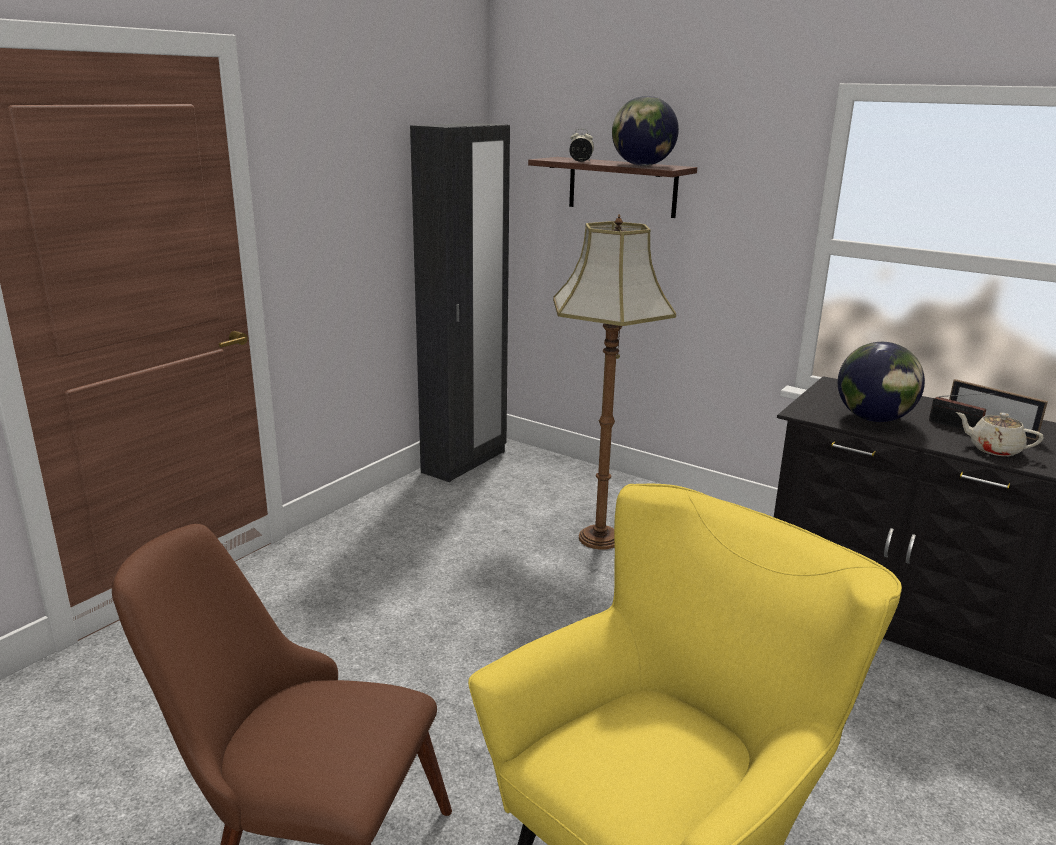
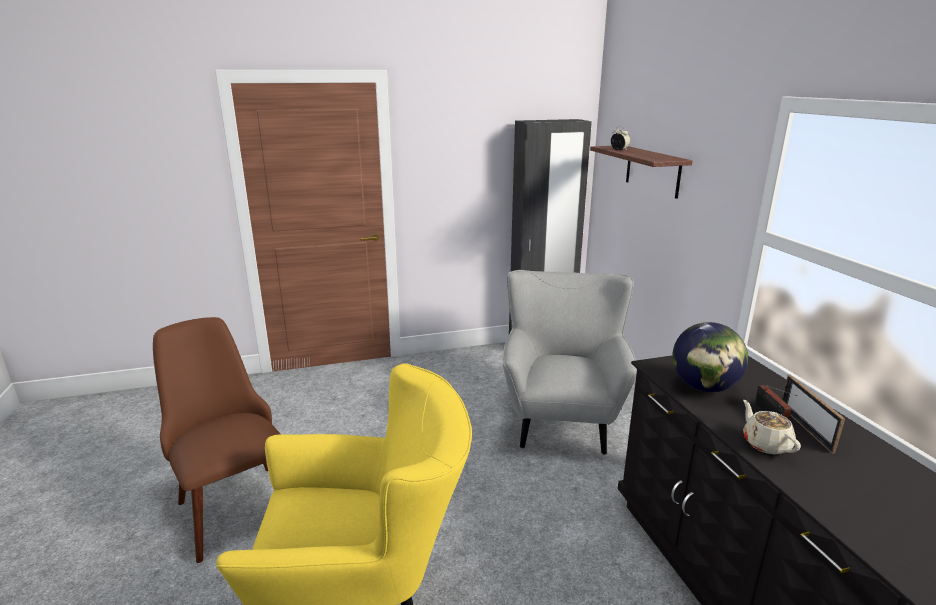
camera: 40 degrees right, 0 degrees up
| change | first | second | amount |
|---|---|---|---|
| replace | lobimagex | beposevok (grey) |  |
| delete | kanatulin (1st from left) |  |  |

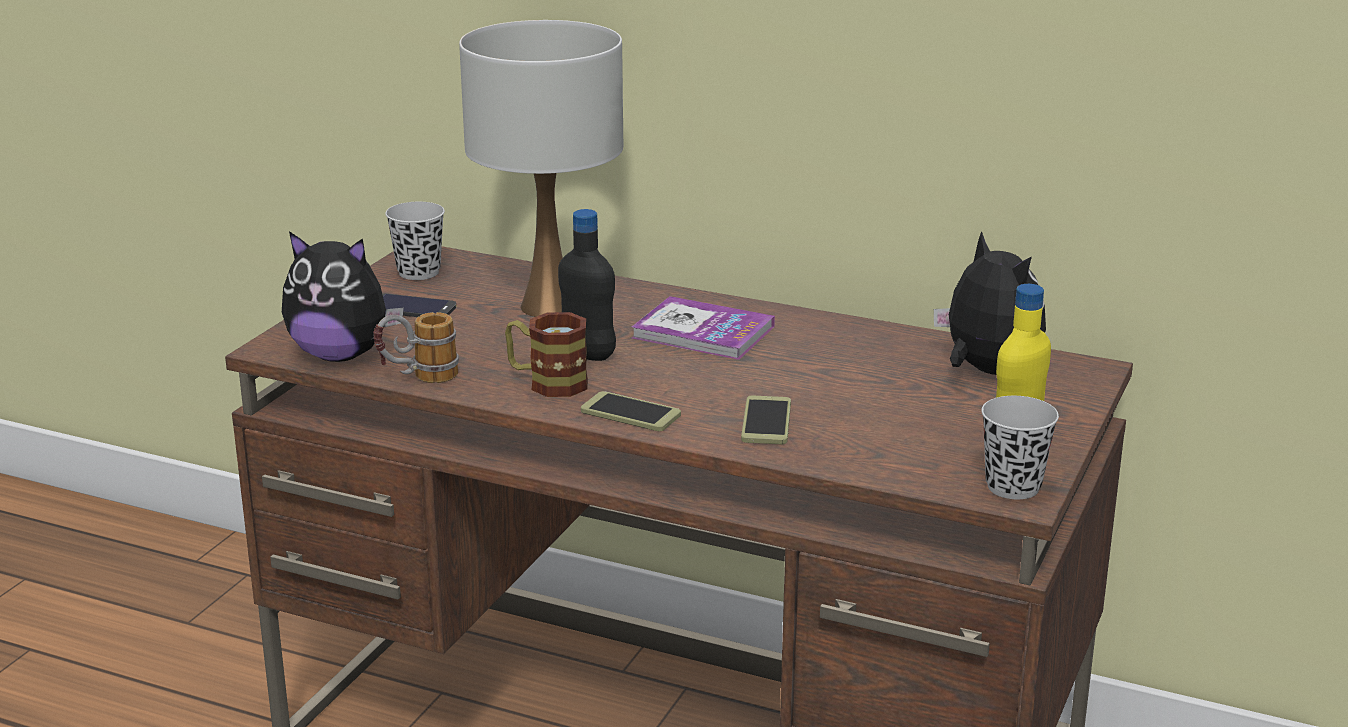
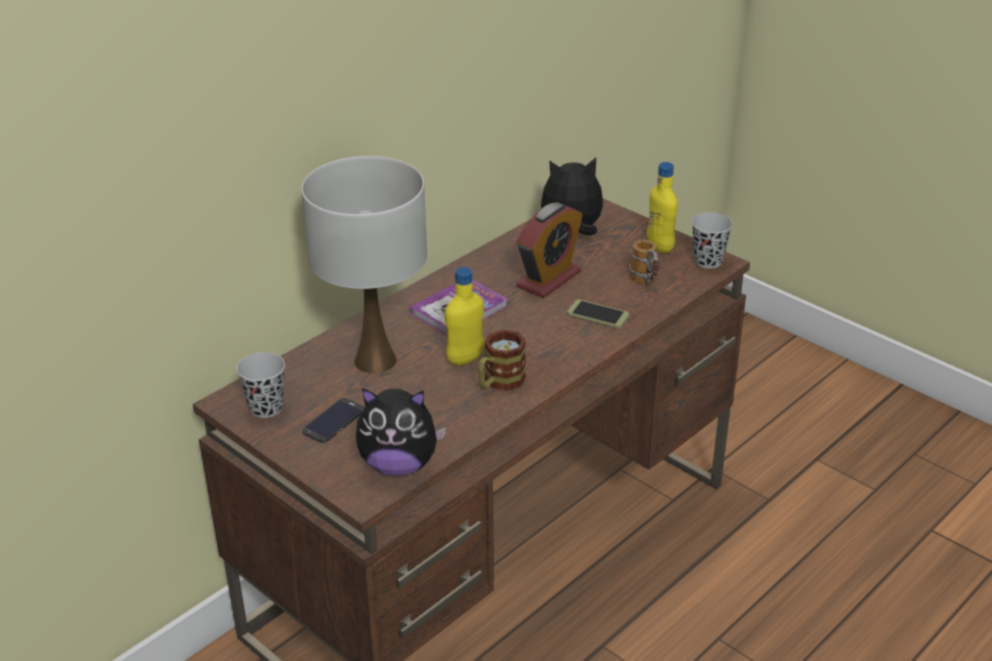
camera: 70 degrees left, 10 degrees up
| change | first | second | amount |
|---|---|---|---|
| rotate | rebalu (1st from left) |  | 60 degrees clockwise |
| recolor | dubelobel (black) | dubelobel (yellow) (1st from left) |  |
| insert |  | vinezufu |  |
| move | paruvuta (1st from left in the first image) | paruvuta (2nd from left) |  |
| delete | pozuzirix (2nd from left) |  |  |

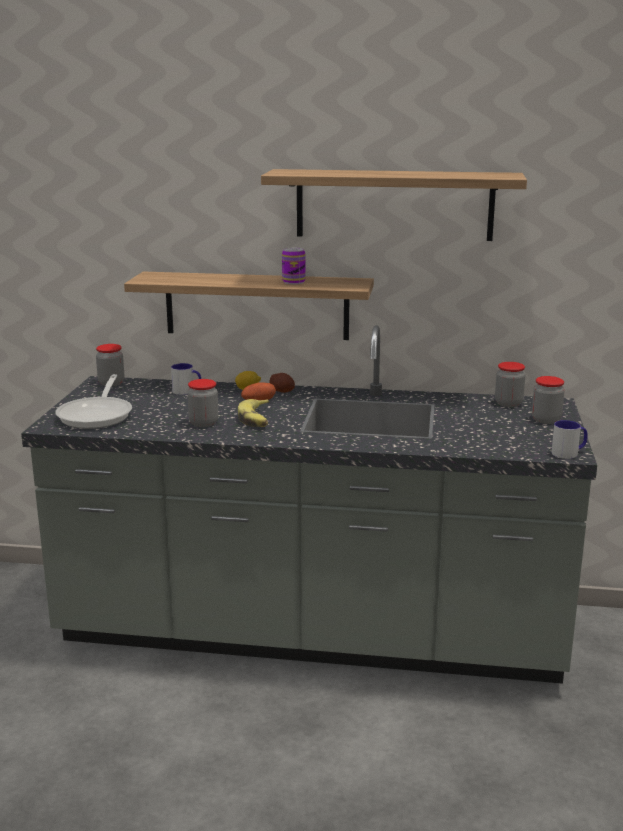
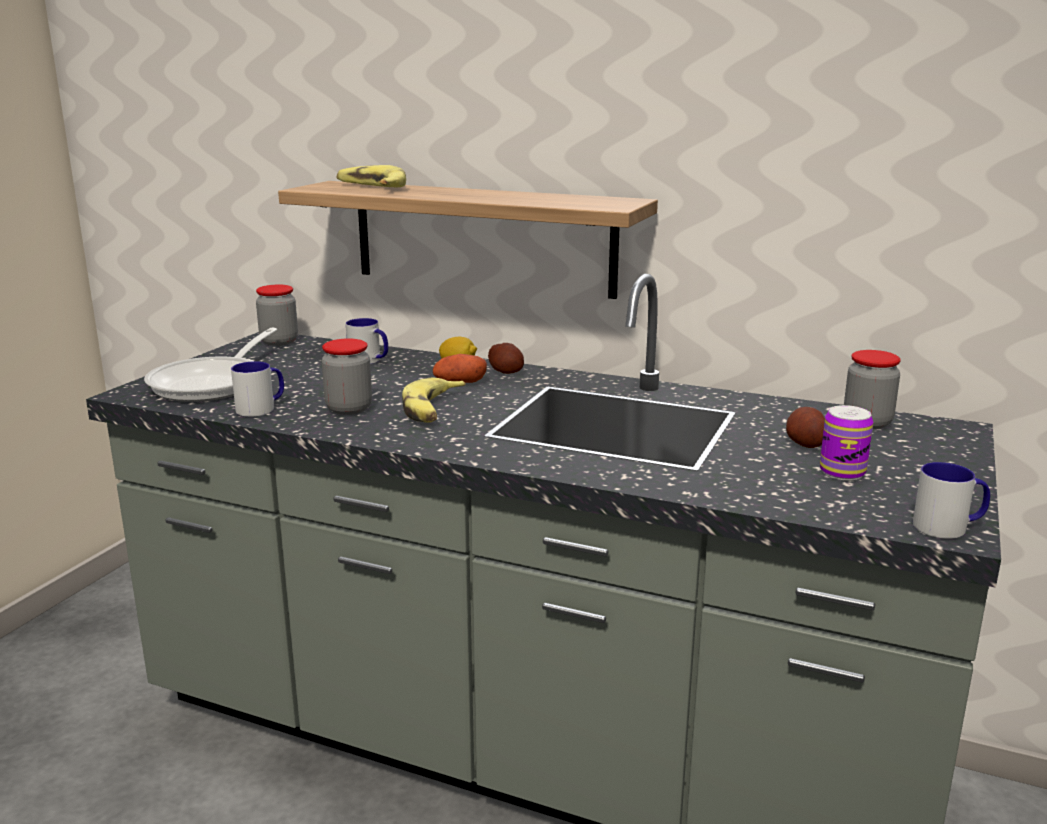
camera: 15 degrees right, 0 degrees up
| change | first | second | amount |
|---|---|---|---|
| insert |  | paruvuta (1st from left) |  |
| insert |  | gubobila (1st from left) |  |
| insert |  | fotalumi (3rd from left) |  |
| move | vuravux |  |  |
| delete | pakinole (2nd from left) |  |  |
| delete | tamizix (4th from left) |  |  |

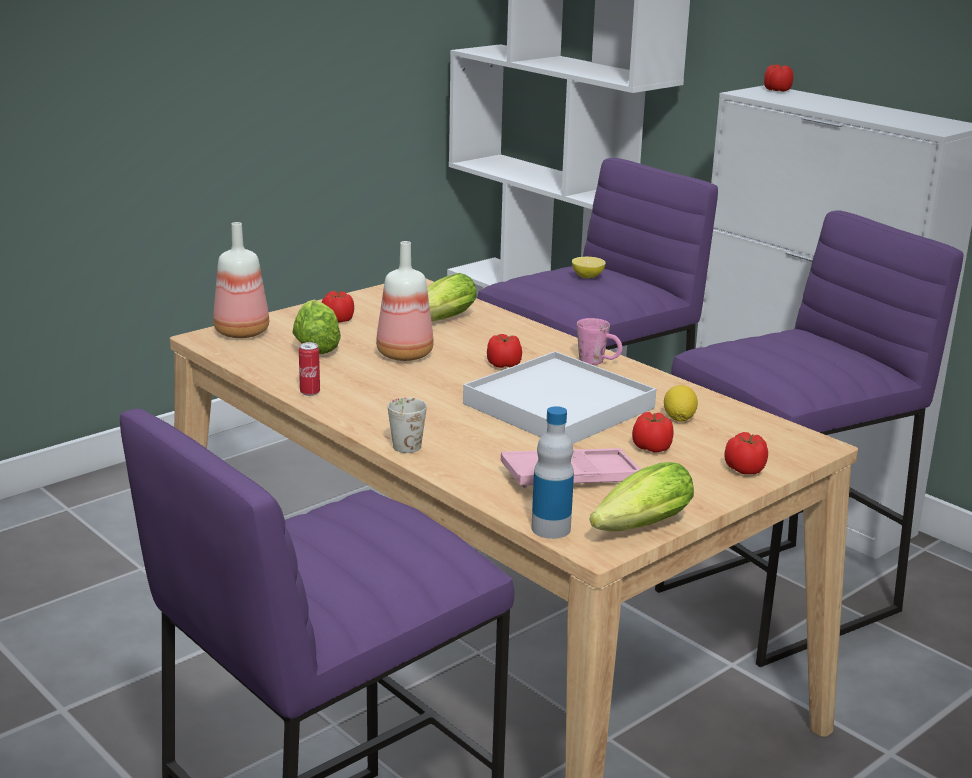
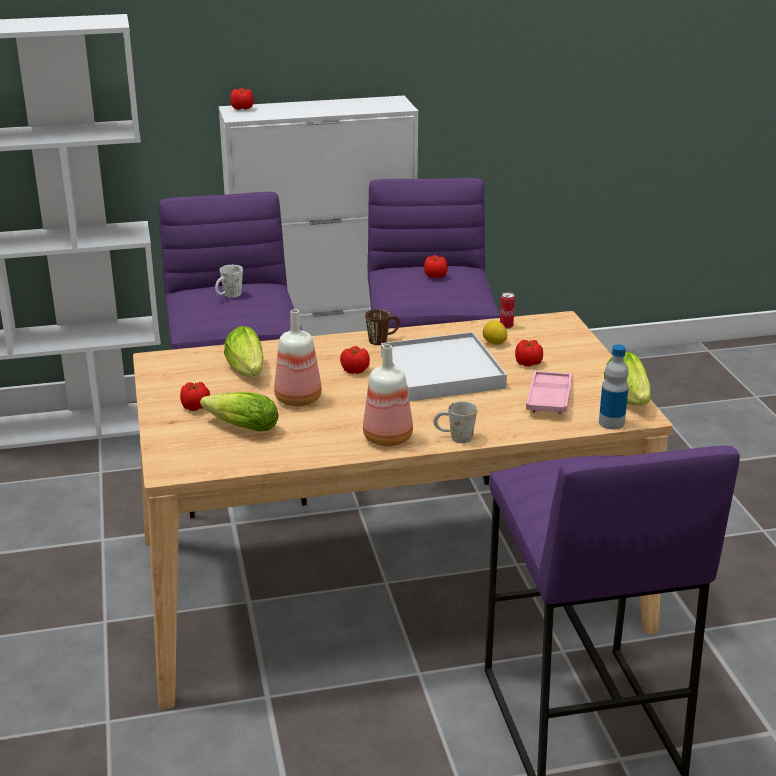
camera: 60 degrees left, 5 degrees up
| change | first | second | amount |
|---|---|---|---|
| replace | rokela (1st from left) | paruvuta (white) (1st from left) |  |
| move | dubelobel (1st from left in the first image) | dubelobel (2nd from left) |  |
| recolor | paruvuta (pink) | paruvuta (brown) |  |
| move | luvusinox (4th from left) |  |  |
| move | vuravux |  |  |

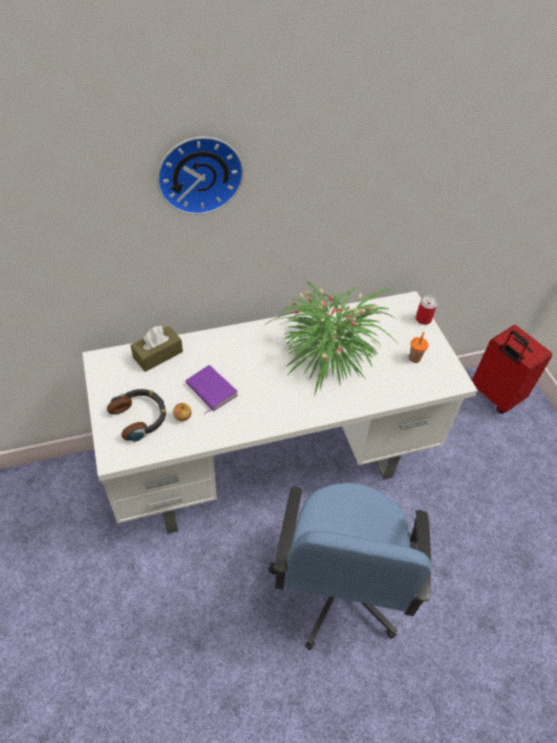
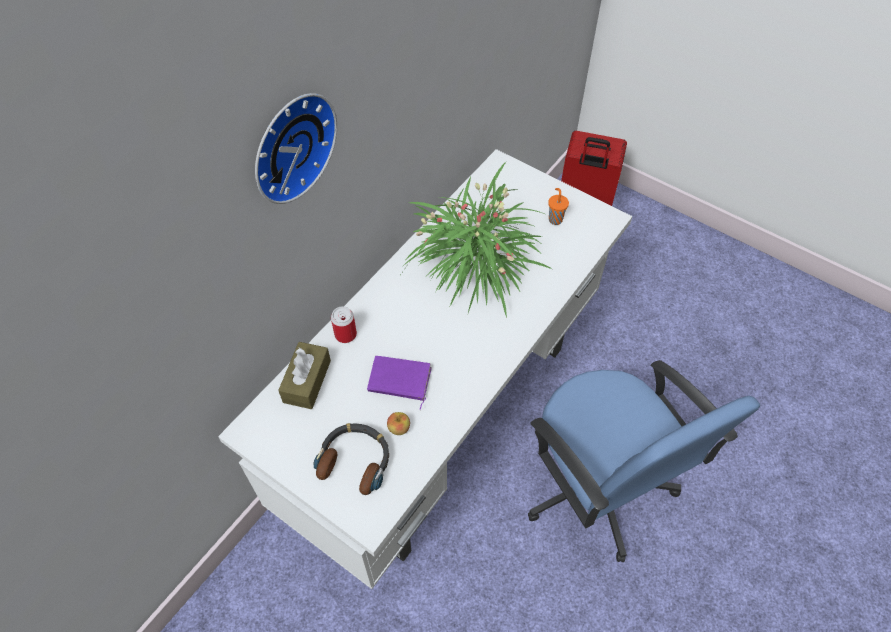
camera: 35 degrees left, 5 degrees up
| change | first | second | amount |
|---|---|---|---|
| move | vuravux |  |  |

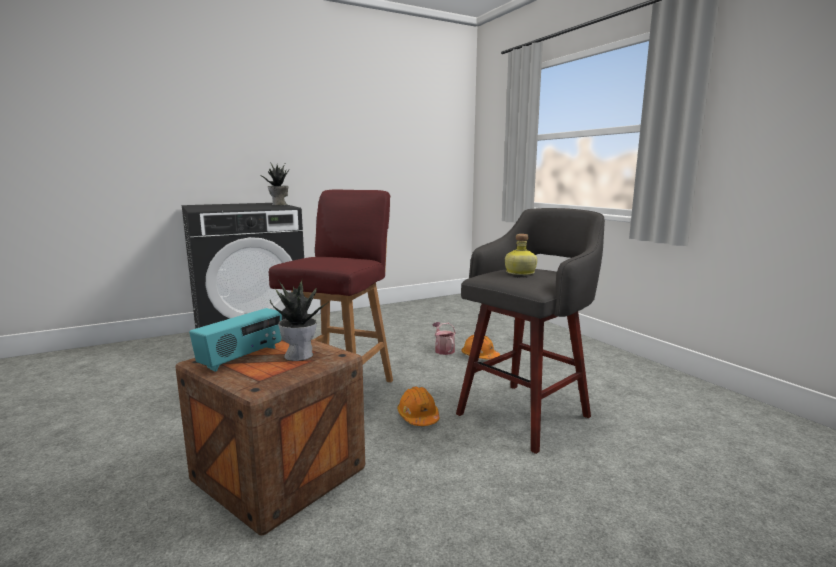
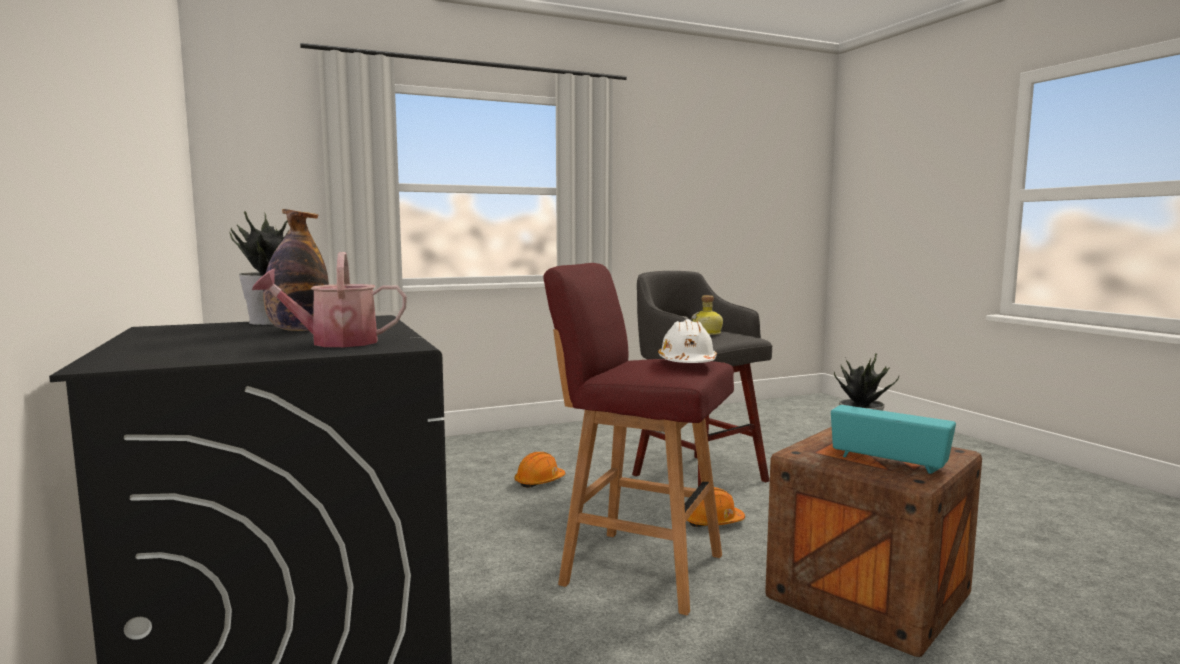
camera: 85 degrees left, 5 degrees down
| change | first | second | amount |
|---|---|---|---|
| move | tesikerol |  |  |
| insert |  | dubelobel (1st from left) |  |
| insert |  | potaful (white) |  |

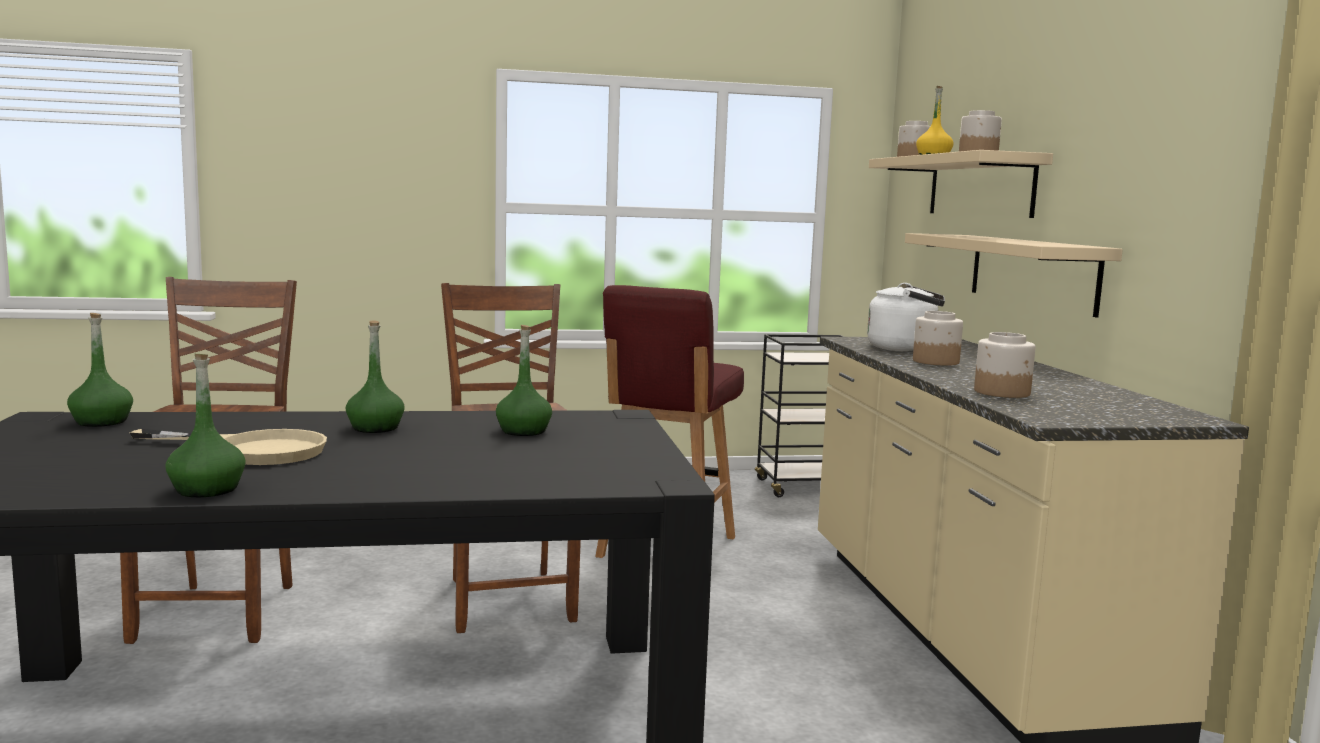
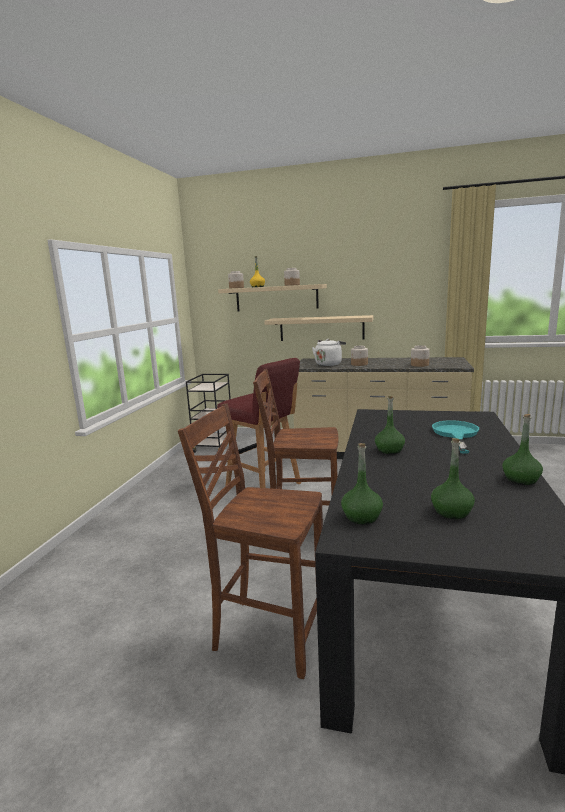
camera: 65 degrees left, 5 degrees up
| change | first | second | amount |
|---|---|---|---|
| move | dubelobel (green) (4th from left in the first image) | dubelobel (green) (3rd from left) |  |
| insert |  | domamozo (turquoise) |  |
| delete | domamozo (beige) |  |  |

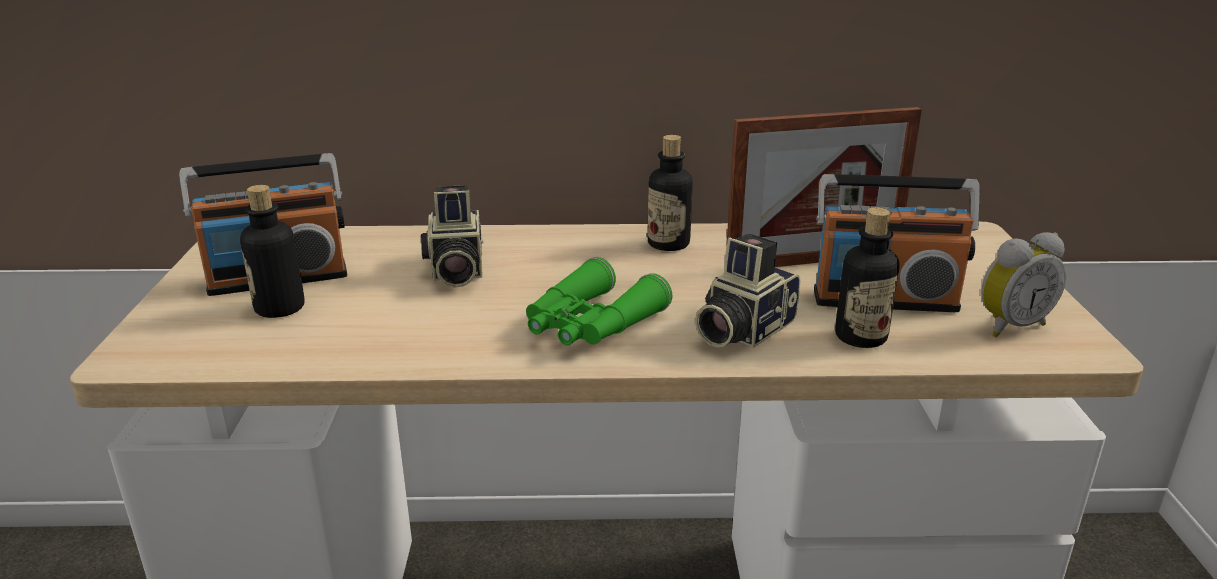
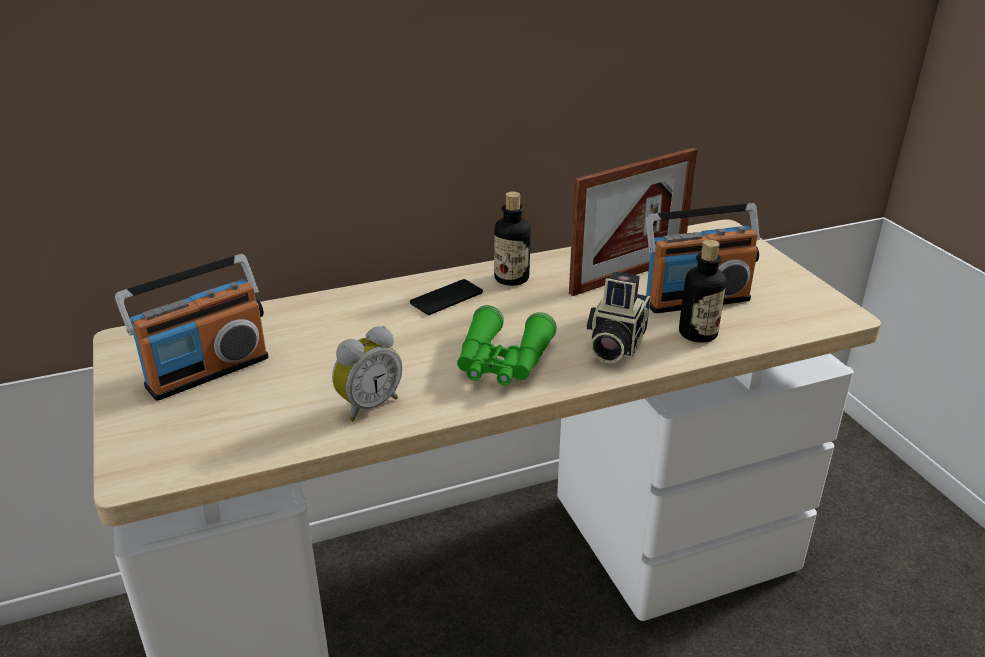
camera: 20 degrees left, 5 degrees up
| change | first | second | amount |
|---|---|---|---|
| move | vinezufu |  |  |
| insert |  | pozuzirix |  |
| delete | dubelobel (1st from left) |  |  |
| delete | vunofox (1st from left) |  |  |

